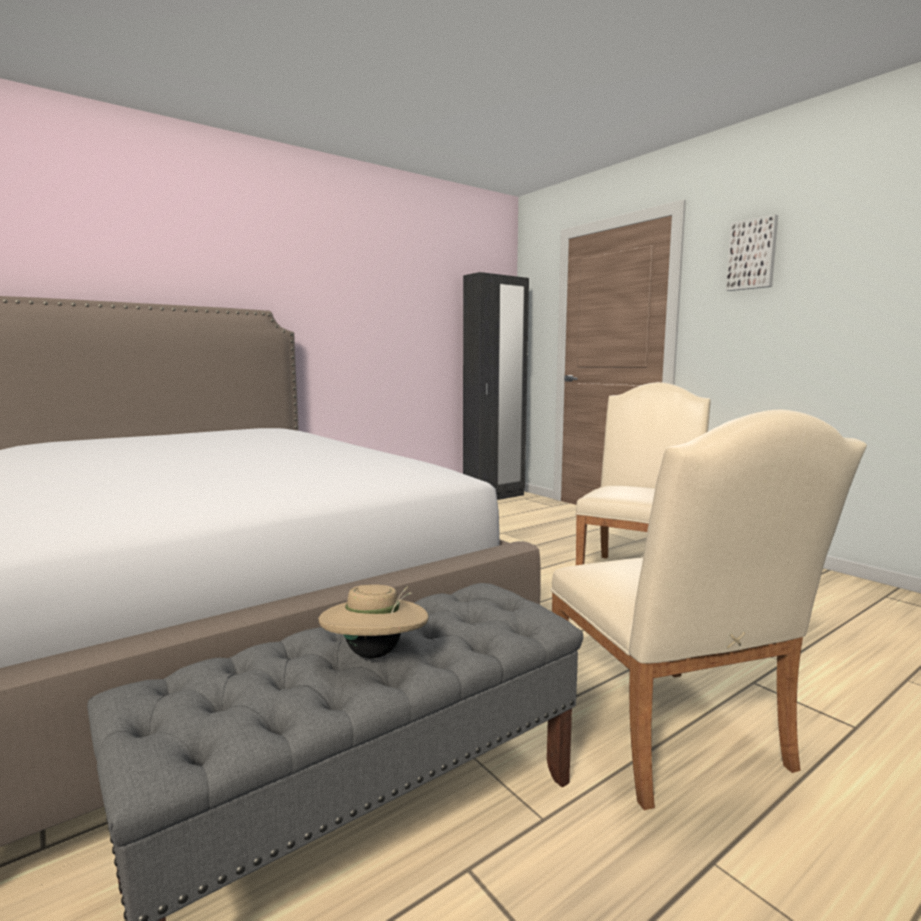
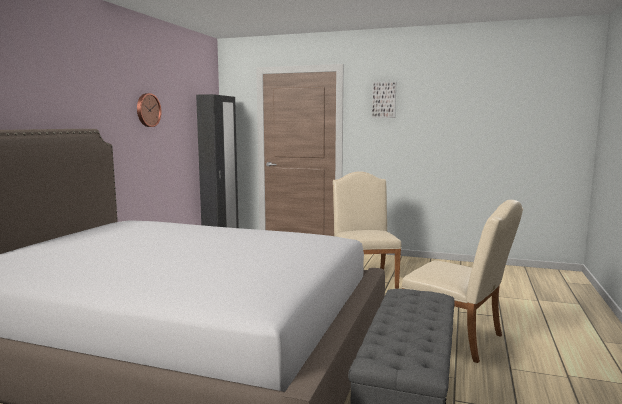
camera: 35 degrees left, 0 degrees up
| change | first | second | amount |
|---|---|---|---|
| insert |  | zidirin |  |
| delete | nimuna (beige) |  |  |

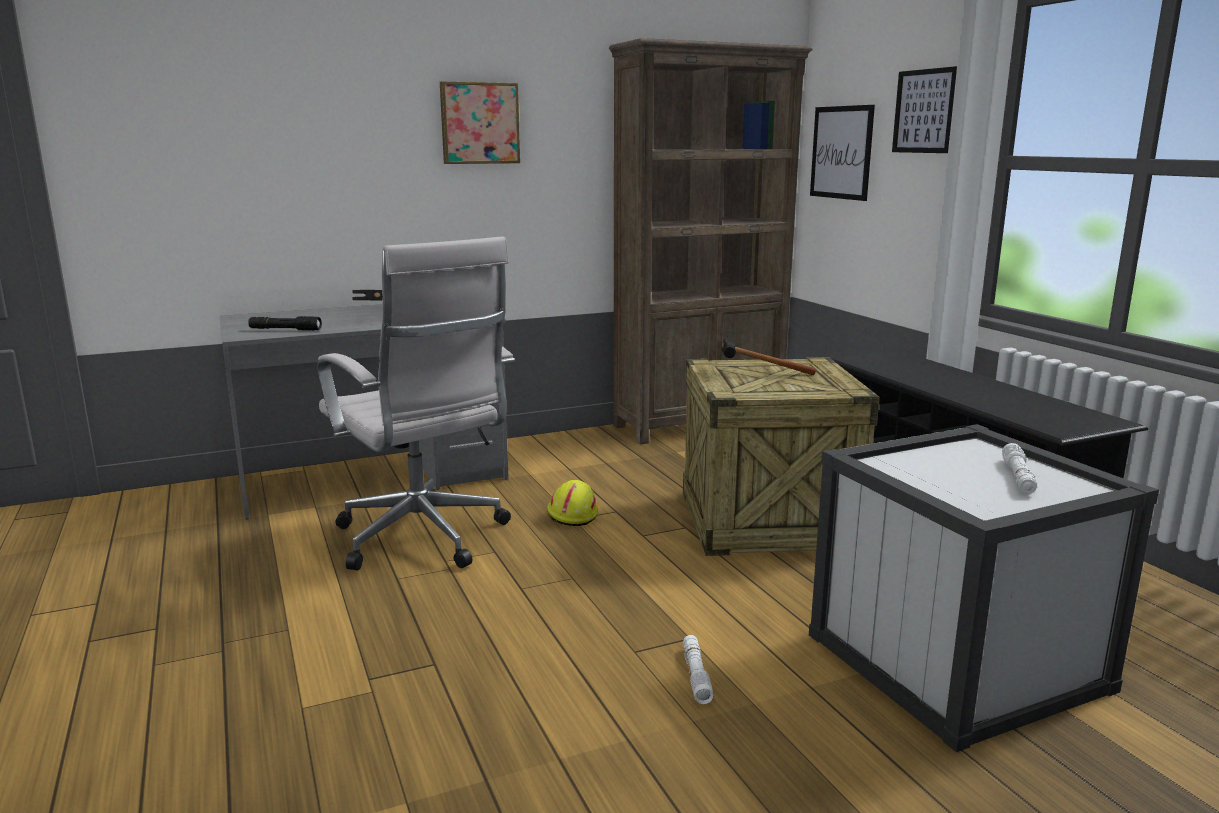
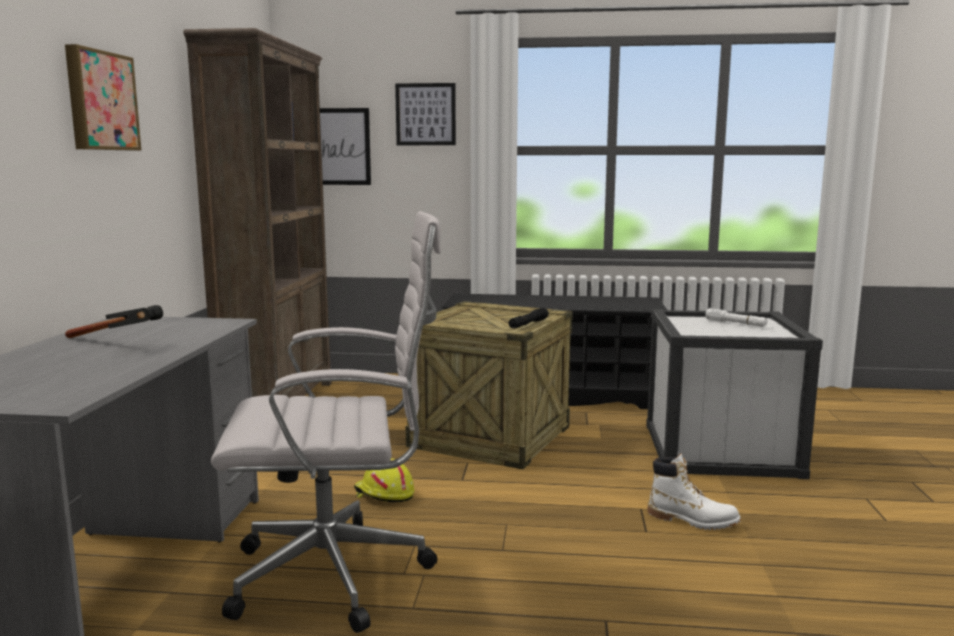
camera: 60 degrees left, 5 degrees down
| change | first | second | amount |
|---|---|---|---|
| move | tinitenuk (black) |  |  |
| replace | tinitenuk (white) (1st from left) | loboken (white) |  |
| delete | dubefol (2nd from left) |  |  |

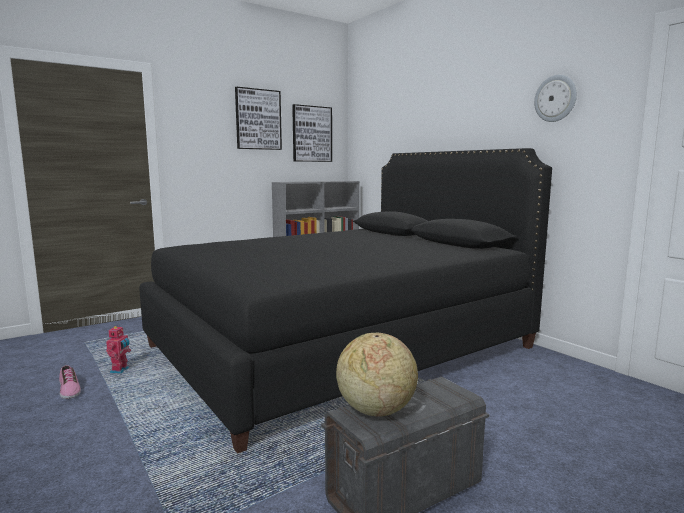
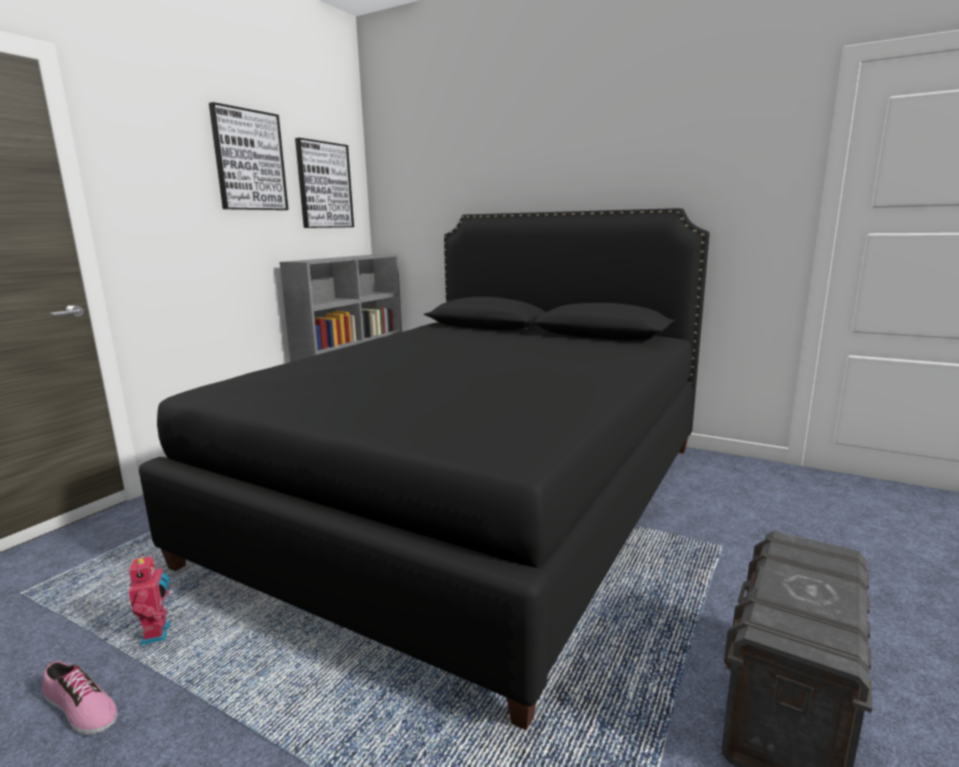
camera: 25 degrees left, 5 degrees up
| change | first | second | amount |
|---|---|---|---|
| delete | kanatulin |  |  |
| delete | zidirin |  |  |

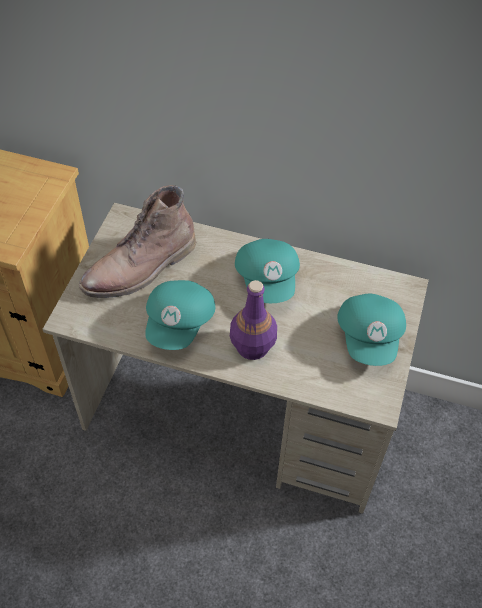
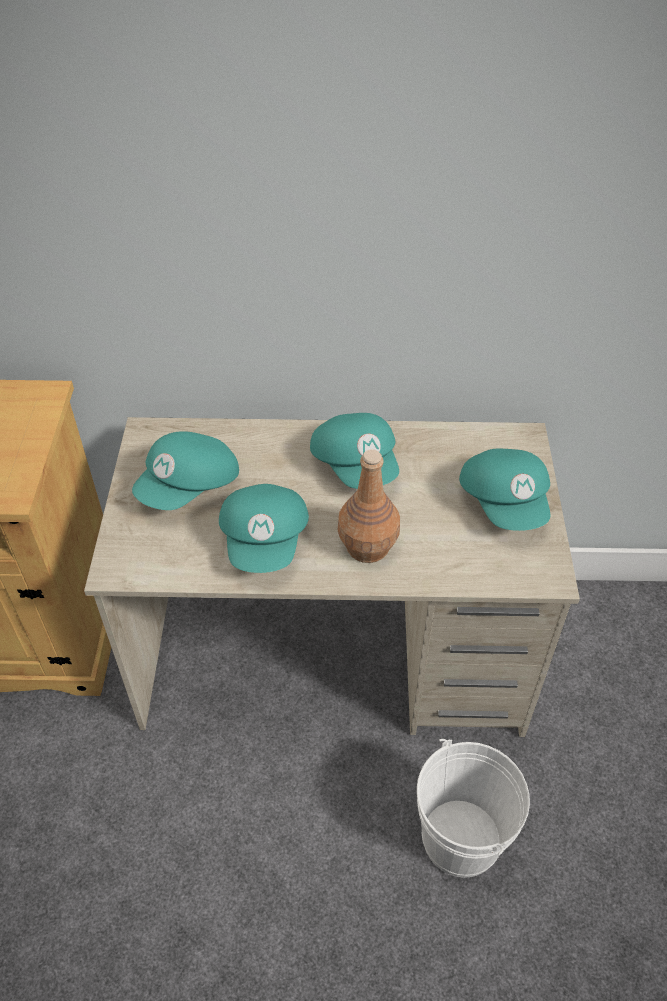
camera: 15 degrees left, 5 degrees down
| change | first | second | amount |
|---|---|---|---|
| replace | loboken (brown) | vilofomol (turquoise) (1st from left) |  |
| recolor | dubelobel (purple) | dubelobel (brown) |  |
| insert |  | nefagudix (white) |  |

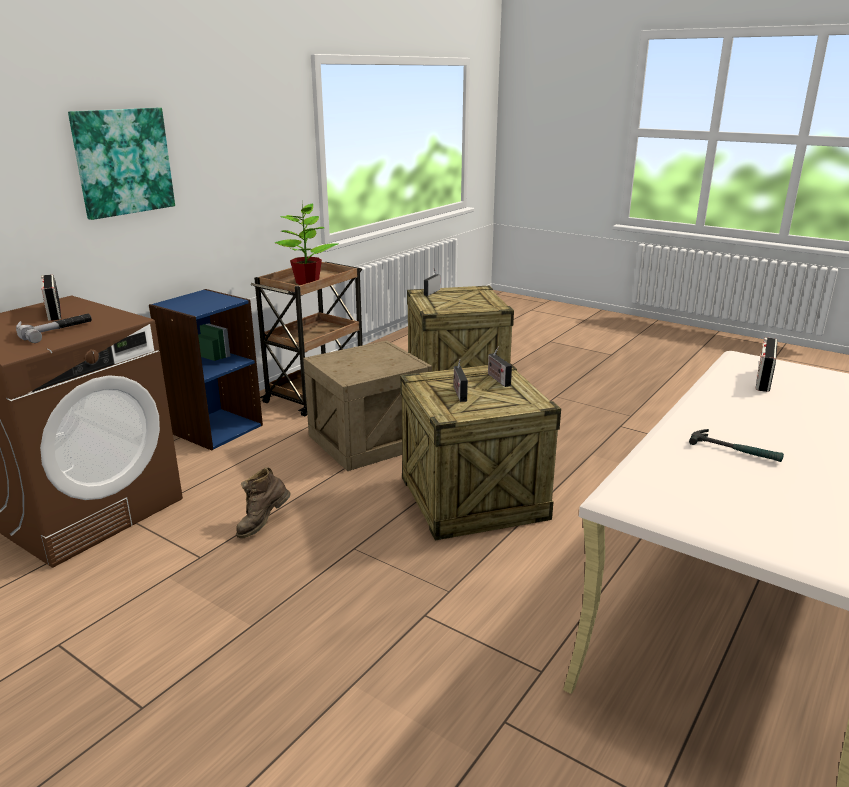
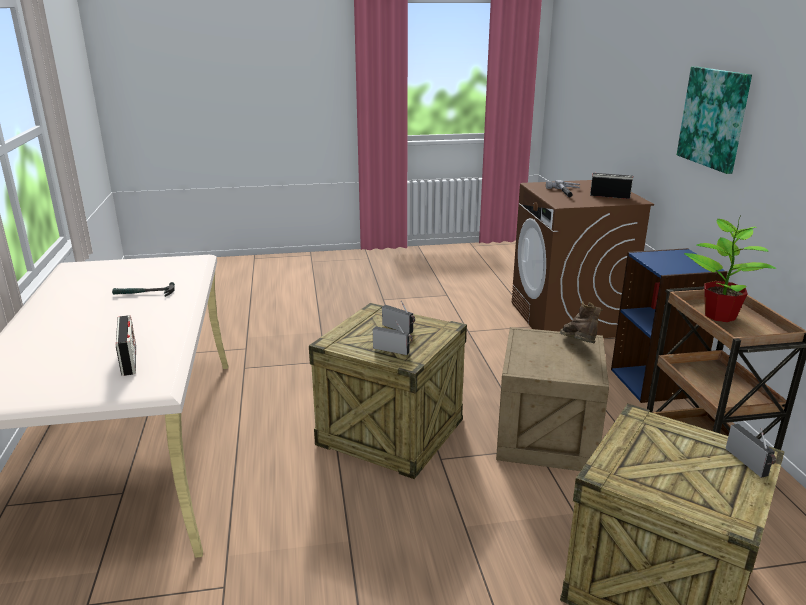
camera: 135 degrees right, 0 degrees up
| change | first | second | amount |
|---|---|---|---|
| move | loboken (brown) |  |  |

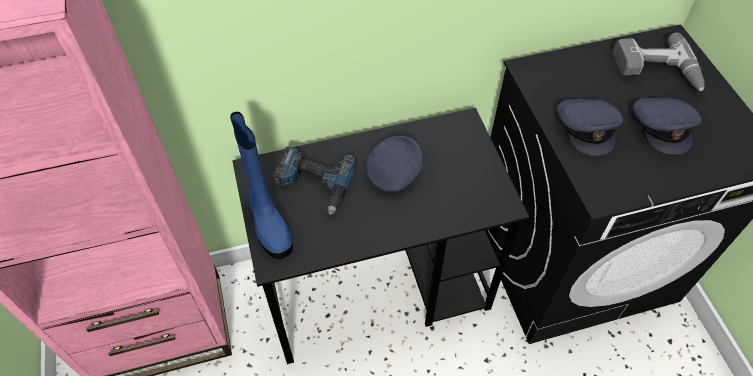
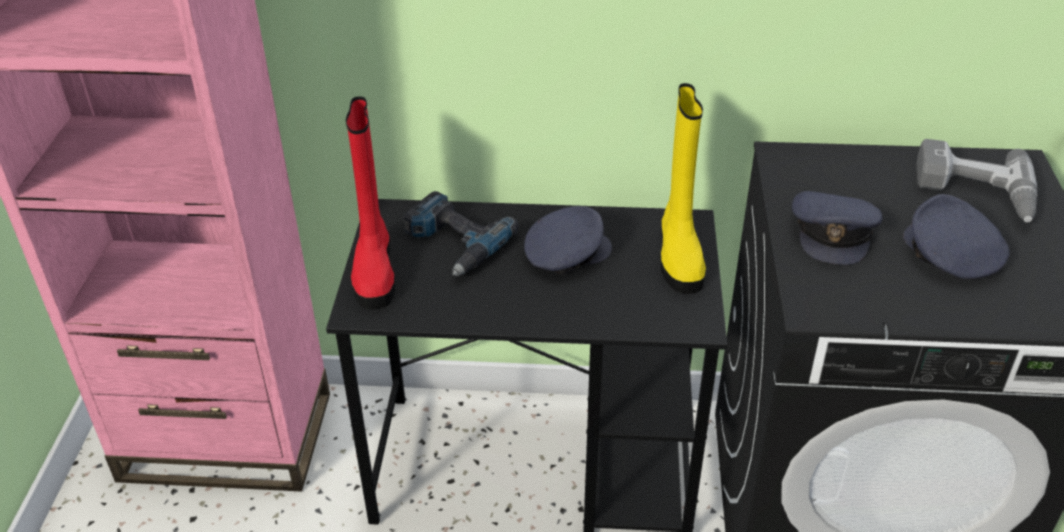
camera: 20 degrees right, 15 degrees down
| change | first | second | amount |
|---|---|---|---|
| recolor | loboken (blue) | loboken (red) |  |
| insert |  | loboken (yellow) |  |
| rotate | vilofomol (grey) (3rd from left) |  | 150 degrees clockwise |

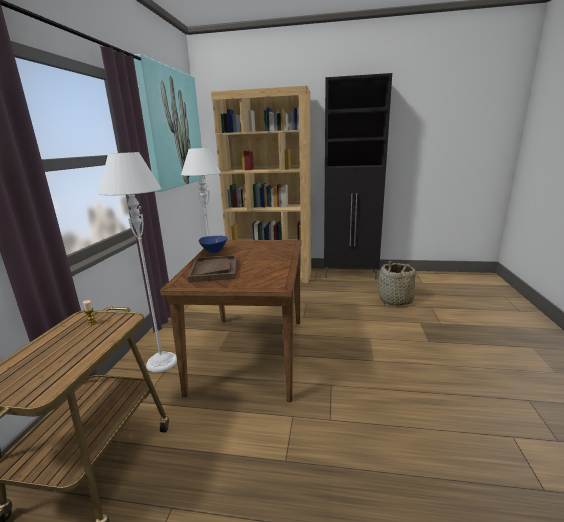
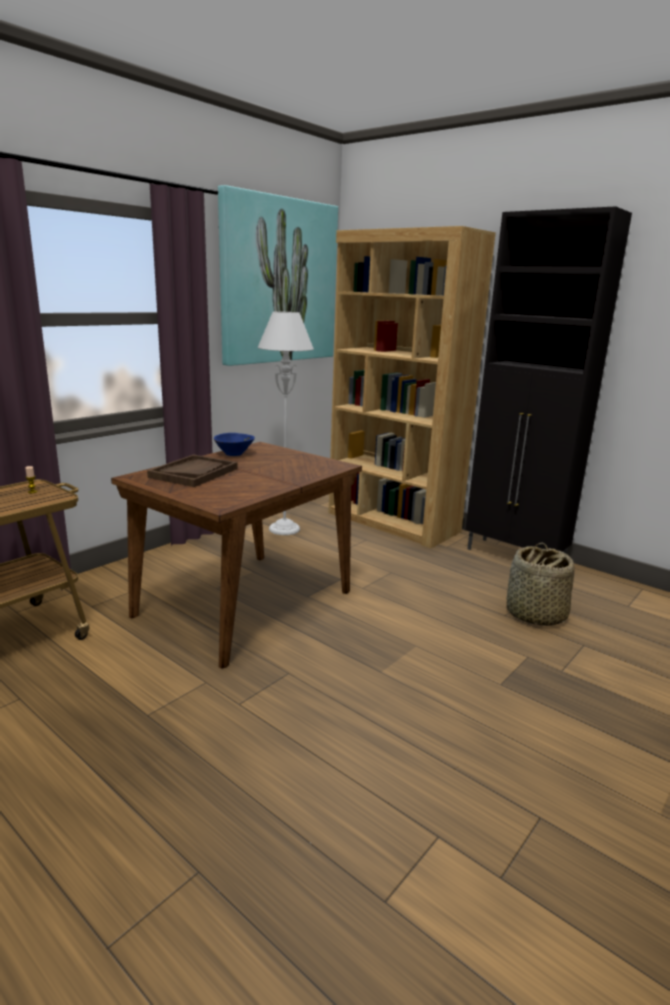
camera: 30 degrees right, 0 degrees up
| change | first | second | amount |
|---|---|---|---|
| delete | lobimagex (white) (1st from left) |  |  |

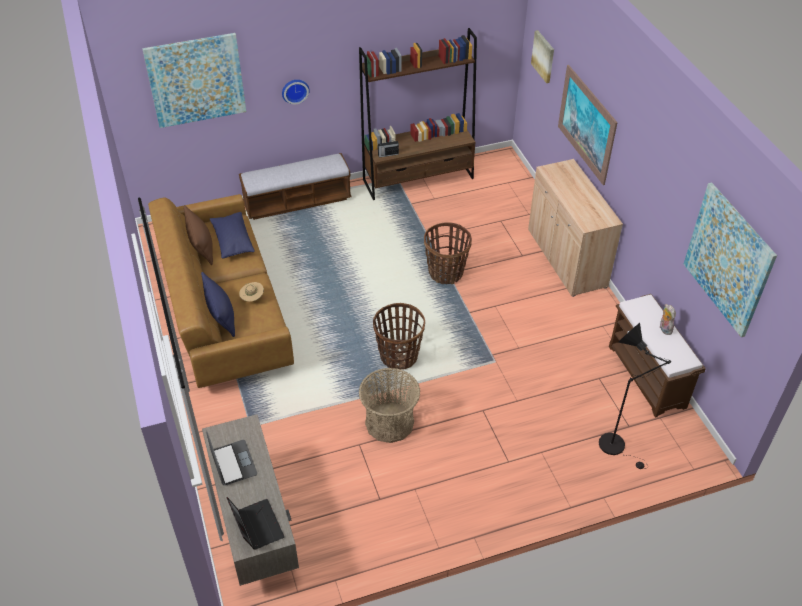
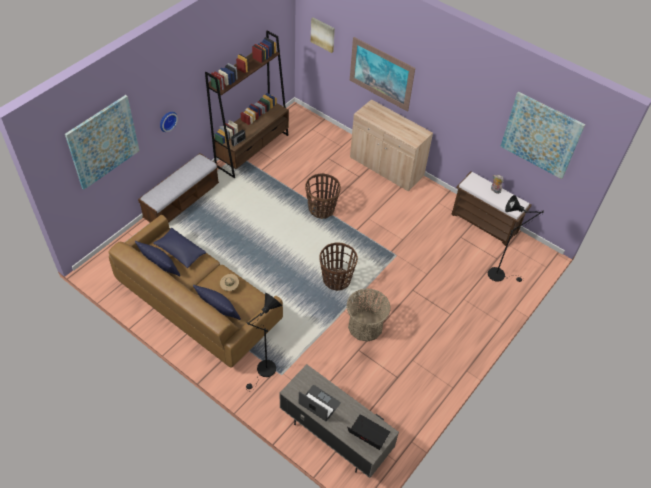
camera: 35 degrees left, 5 degrees up
| change | first | second | amount |
|---|---|---|---|
| recolor | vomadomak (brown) | vomadomak (blue) (1st from left) |  |
| insert |  | lobimagex (black) (1st from left) |  |

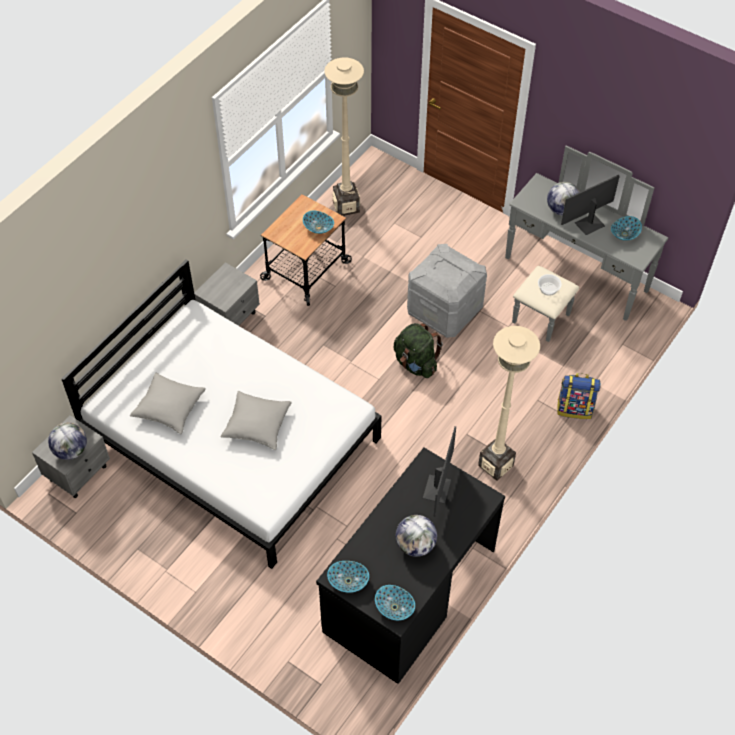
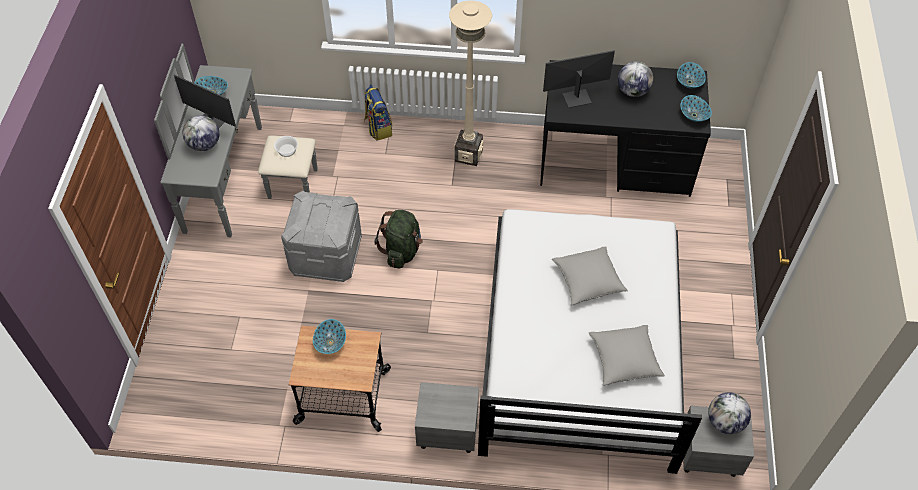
camera: 120 degrees left, 0 degrees up
| change | first | second | amount |
|---|---|---|---|
| delete | lobimagex (beige) (1st from left) |  |  |

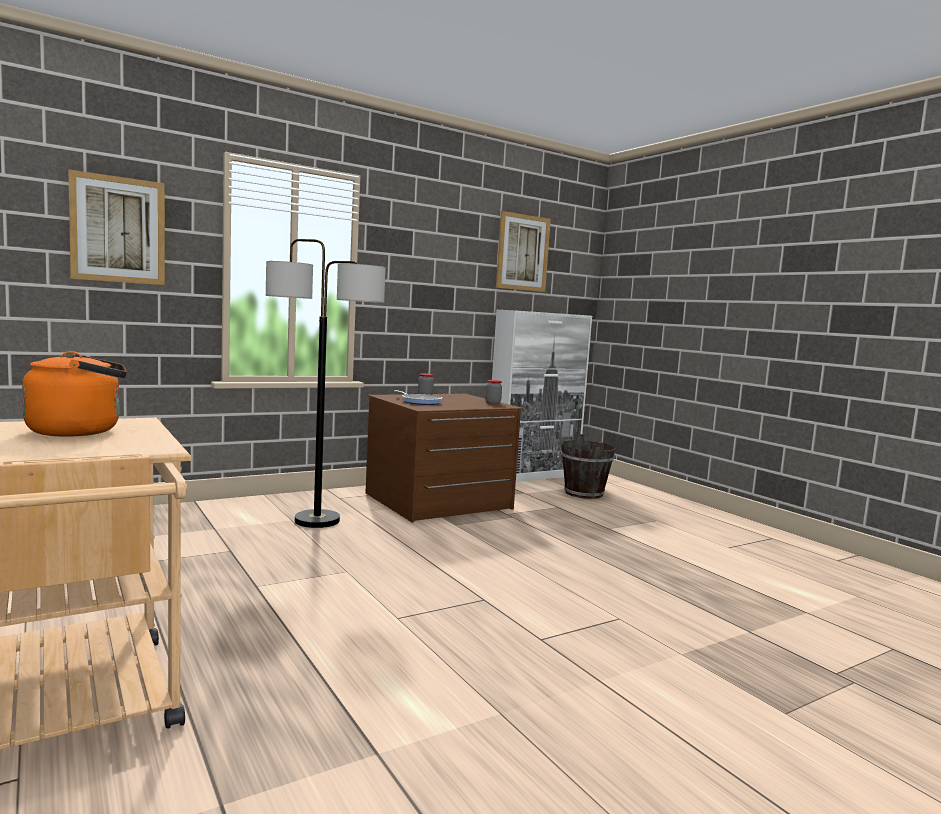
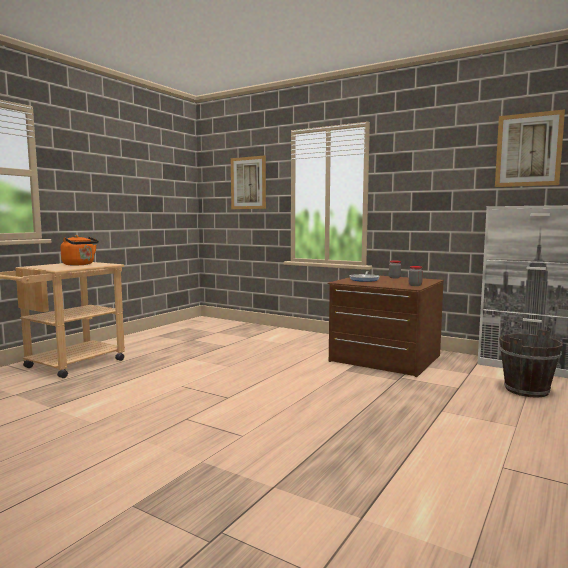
camera: 65 degrees right, 0 degrees up
| change | first | second | amount |
|---|---|---|---|
| delete | lobimagex |  |  |

